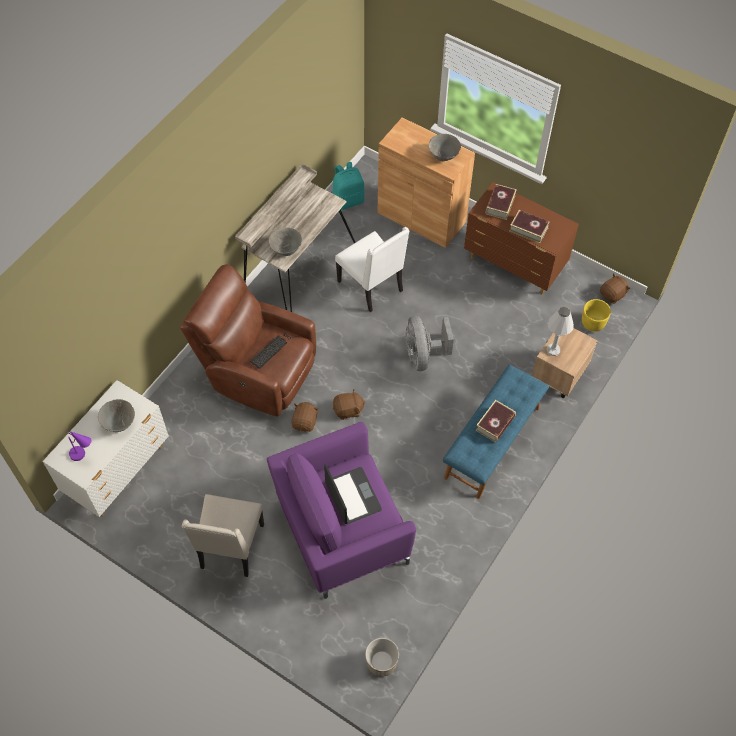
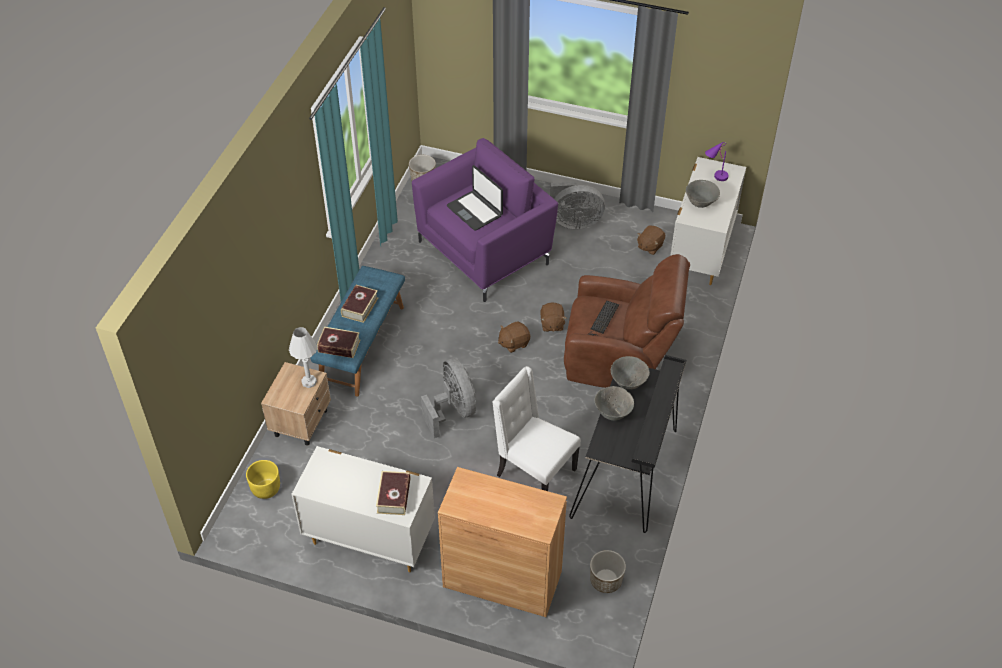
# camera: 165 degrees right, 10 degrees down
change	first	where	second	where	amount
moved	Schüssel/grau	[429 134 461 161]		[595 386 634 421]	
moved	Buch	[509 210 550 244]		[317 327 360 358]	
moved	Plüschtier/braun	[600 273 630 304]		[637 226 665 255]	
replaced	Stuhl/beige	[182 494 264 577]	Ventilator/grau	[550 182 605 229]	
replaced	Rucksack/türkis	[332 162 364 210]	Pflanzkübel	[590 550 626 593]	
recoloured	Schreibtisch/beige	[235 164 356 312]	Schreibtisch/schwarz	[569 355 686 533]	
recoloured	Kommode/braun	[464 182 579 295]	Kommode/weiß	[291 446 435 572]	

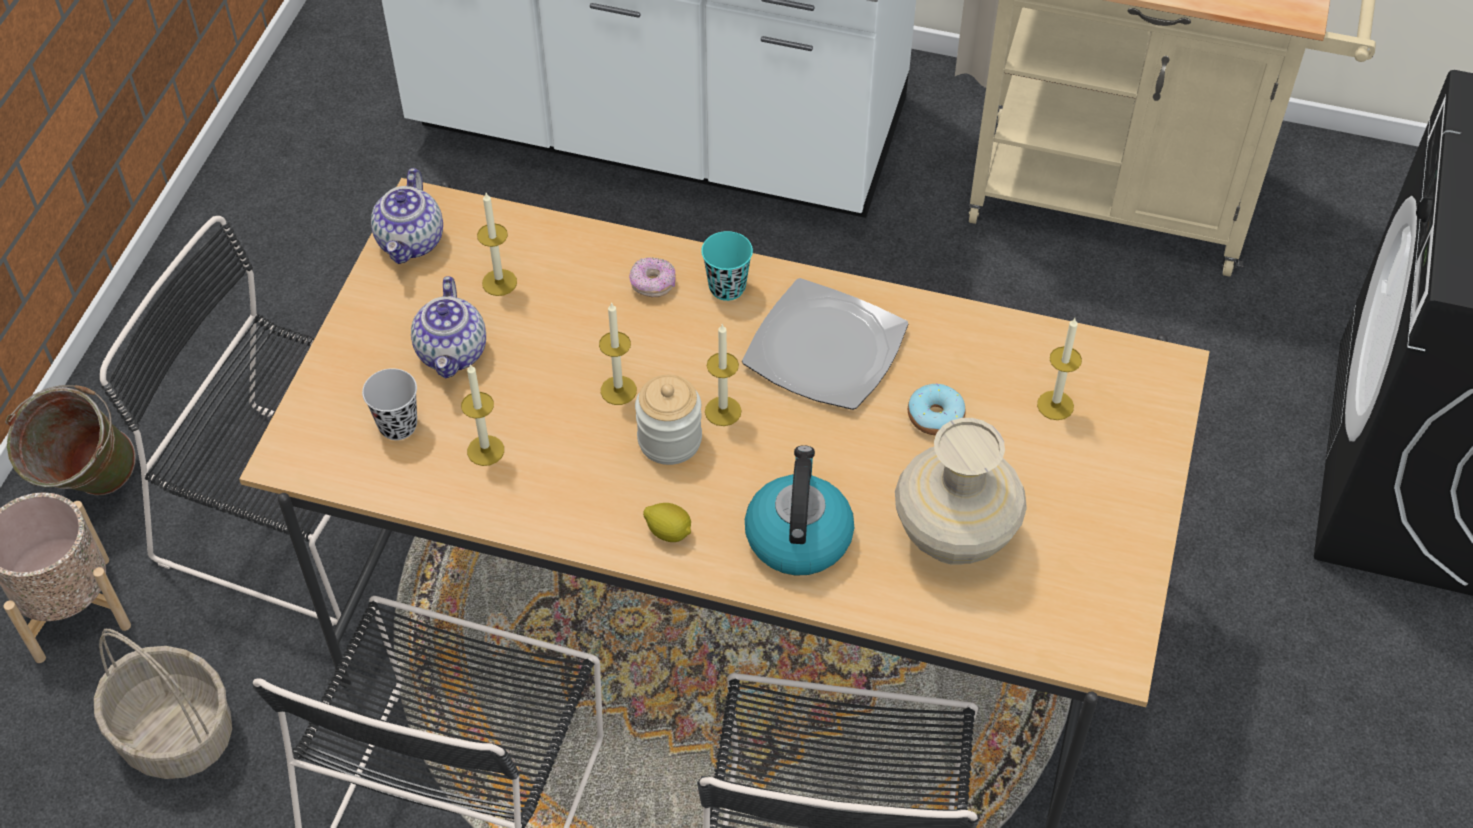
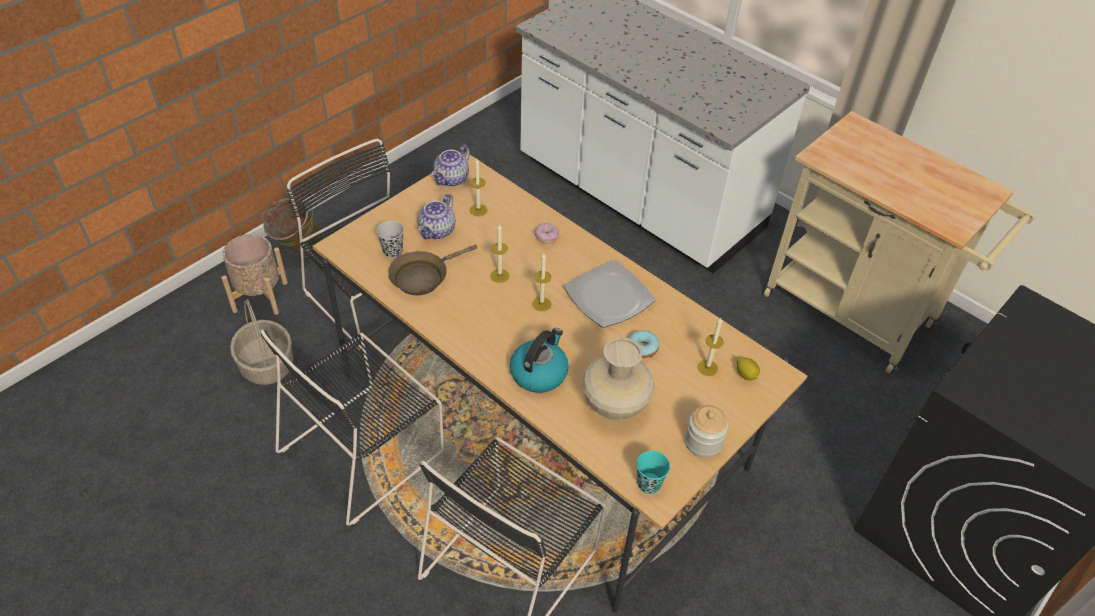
# camera: 25 degrees right, 5 degrees down
change	first	where	second	where	amount
moved	Vorratsglas	[635 375 702 465]		[685 405 728 458]	
moved	Zitrone	[643 503 691 542]		[737 357 760 380]	
moved	Tasse/türkis	[701 231 753 301]		[637 451 670 494]	
replaced	Kerze	[461 364 504 466]	Pfanne/braun	[388 244 478 295]	

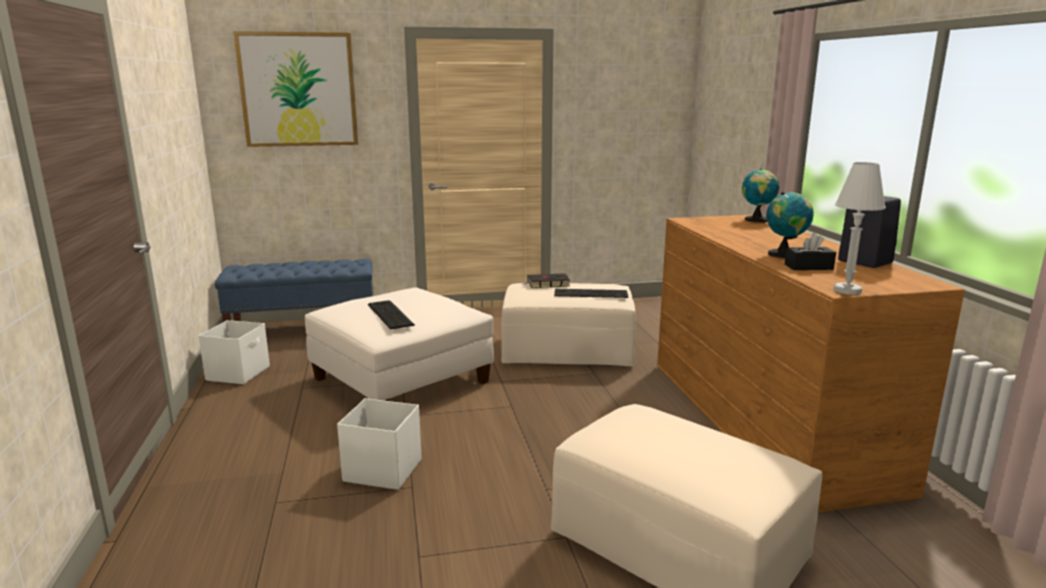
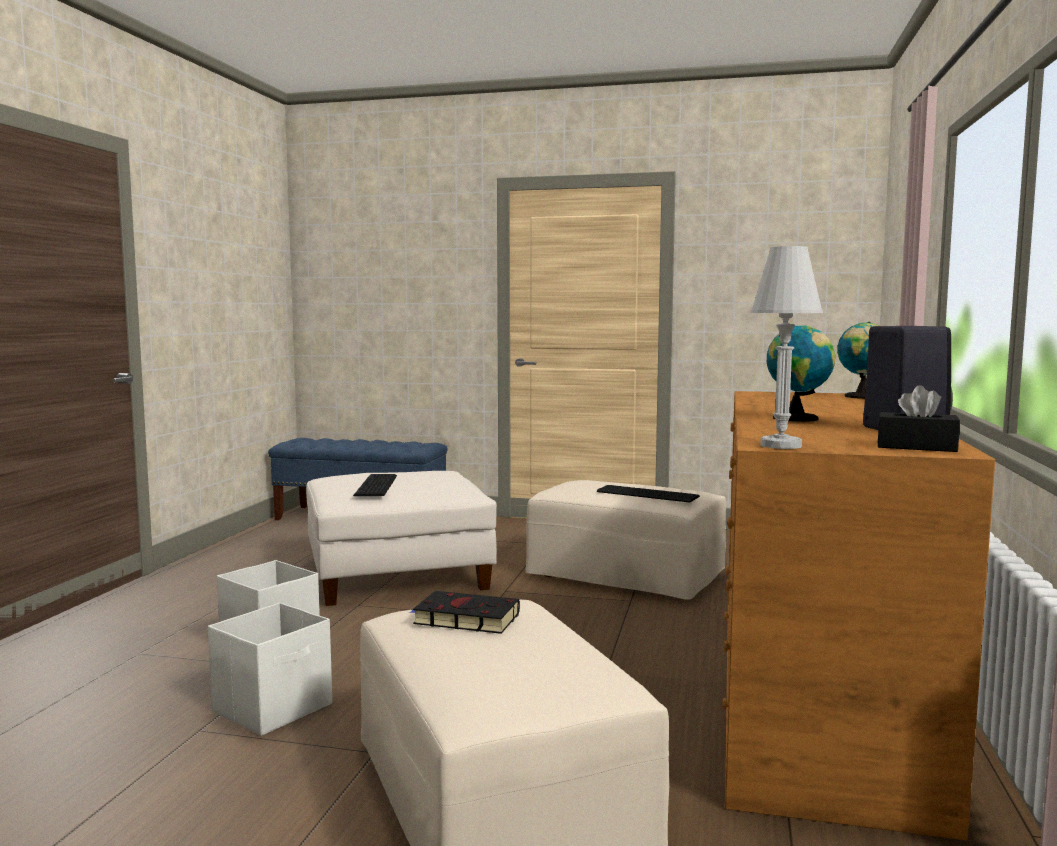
# camera: 25 degrees right, 10 degrees down
change	first	where	second	where	amount
removed	Bild	[233 31 358 147]			
moved	Aufbewahrungsbox/weiß	[199 320 270 384]		[208 603 332 736]	
moved	Buch/schwarz	[522 273 570 288]		[409 591 520 634]	
moved	Taschentuchbox/schwarz	[785 233 836 270]		[877 385 960 452]	

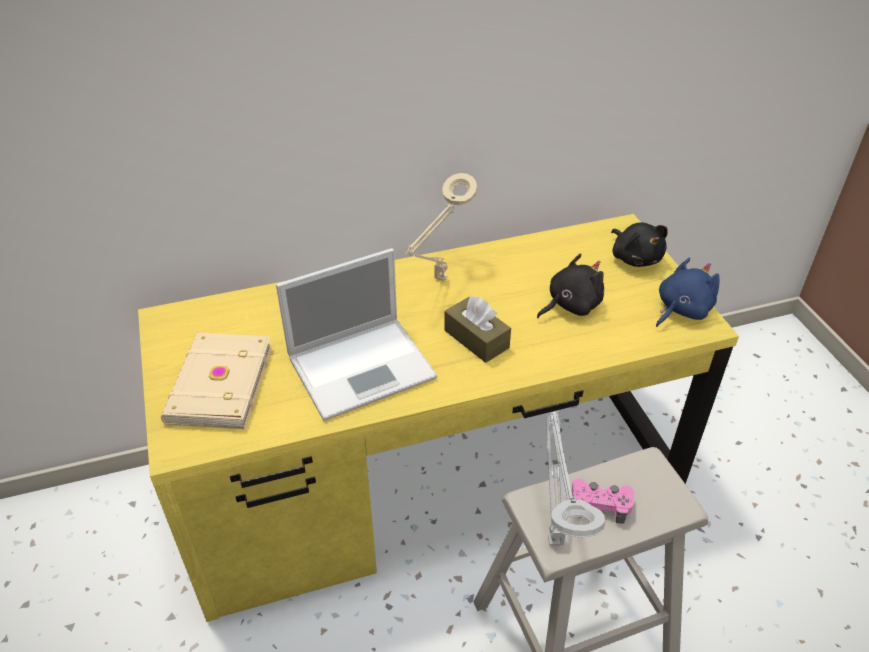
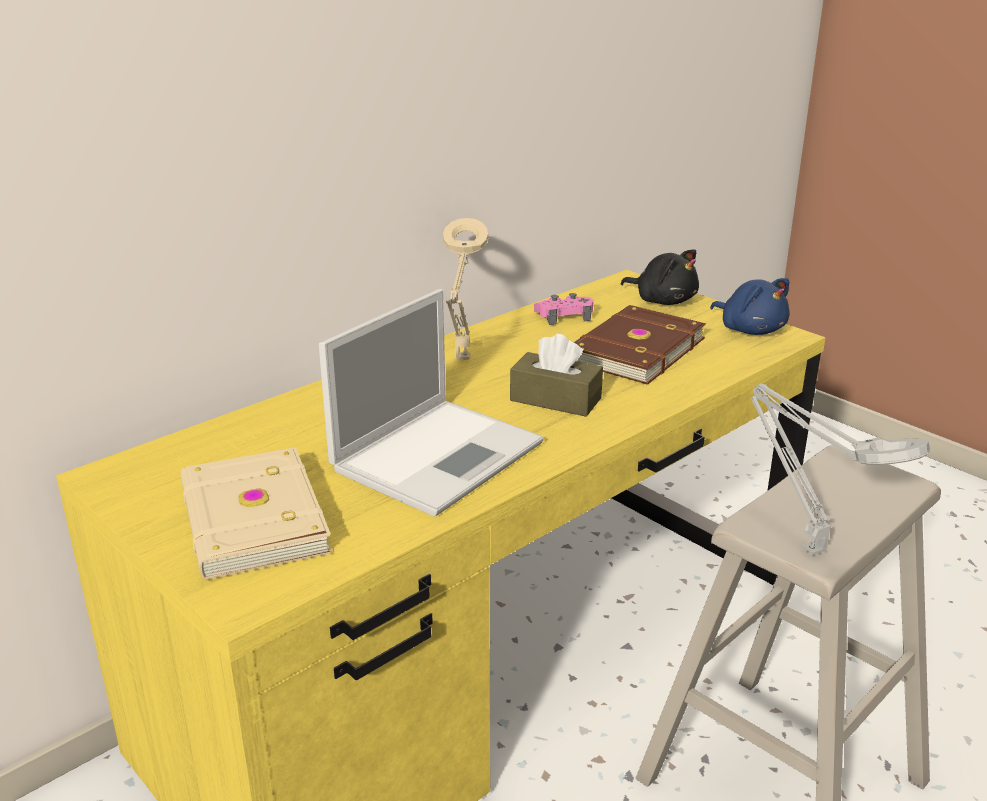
# camera: 25 degrees left, 15 degrees down
change	first	where	second	where	amount
moved	Gamepad/rosa	[572 479 634 524]		[534 293 593 325]	
replaced	Plüschtier/schwarz	[537 253 604 318]	Buch/braun	[574 305 706 385]	
turned	Plüschtier/blau	[656 257 720 327]		[710 278 790 335]	120 degrees clockwise

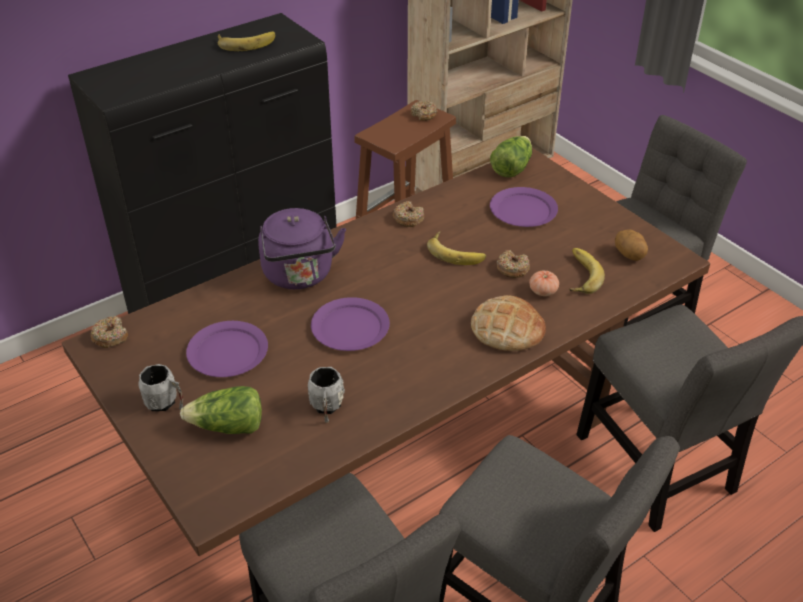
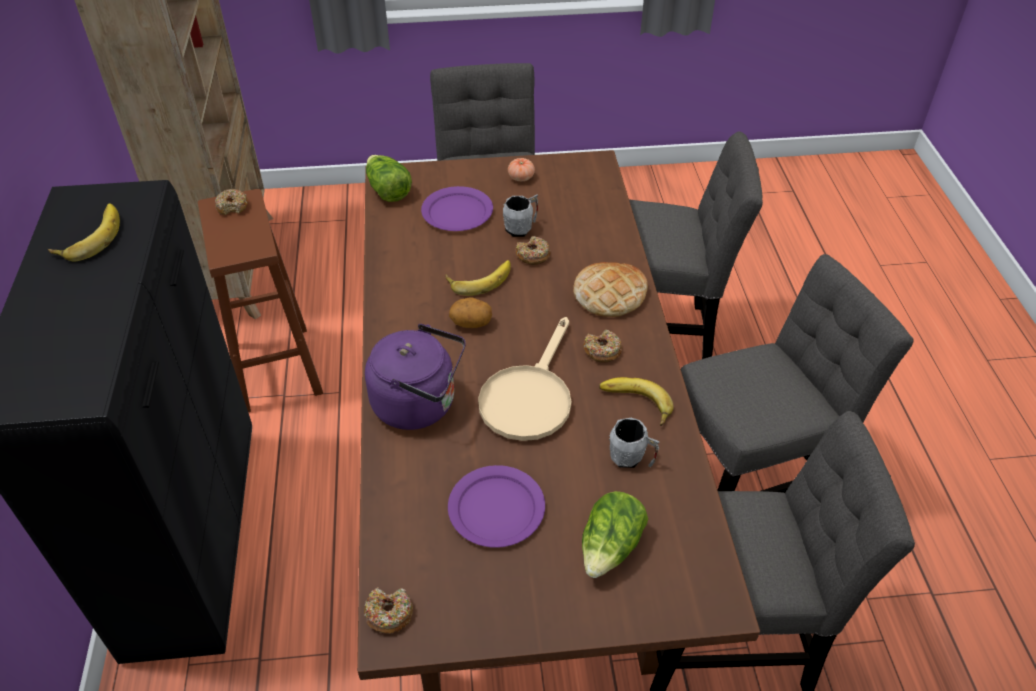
# camera: 60 degrees left, 5 degrees up
change	first	where	second	where	amount
moved	Henkelbecher/grau	[138 364 183 411]		[503 194 538 237]	
moved	Donut	[393 201 424 227]		[583 330 622 363]	
moved	Tomate	[529 270 559 296]		[508 158 535 181]	
moved	Banane	[569 248 605 294]		[599 377 674 426]	
moved	Kartoffel	[615 230 648 261]		[449 298 492 328]	
replaced	Teller/lila	[311 297 390 351]	Pfanne/beige	[478 317 571 441]	

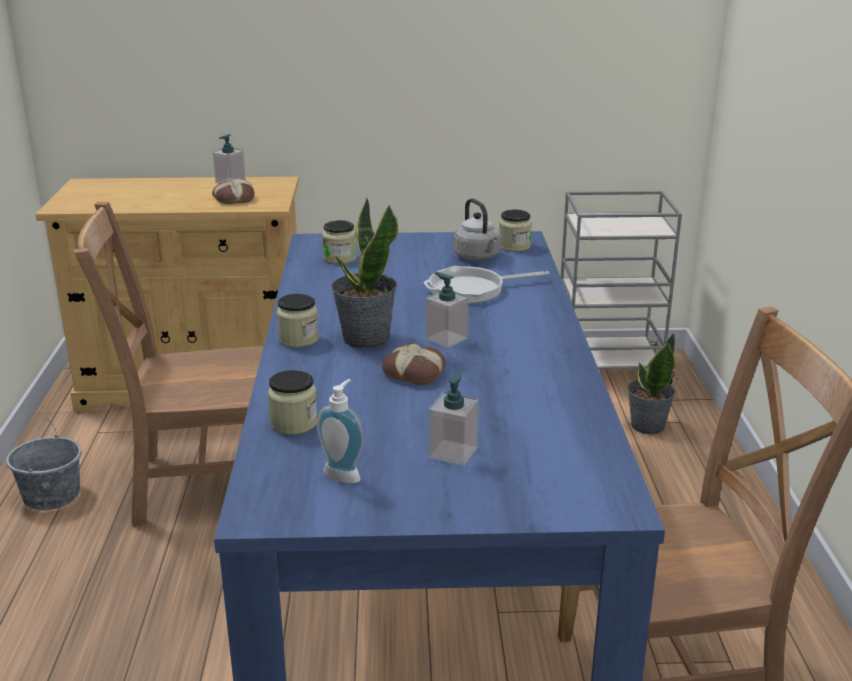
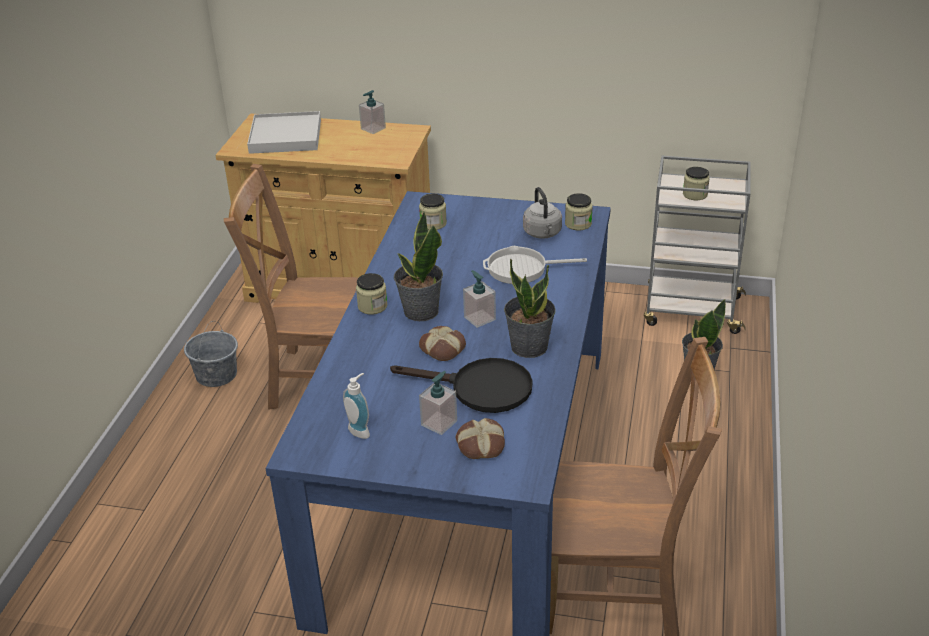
# camera: 15 degrees right, 10 degrees up
change	first	where	second	where	amount
added			Tablett/weiß	[247 111 321 154]	
added			Pfanne/schwarz	[390 358 532 413]	
added			Topfpflanze	[504 259 556 358]	
moved	Brot	[212 179 255 204]		[456 418 505 459]	
moved	Vorratsglas	[268 370 317 435]		[683 167 710 200]	

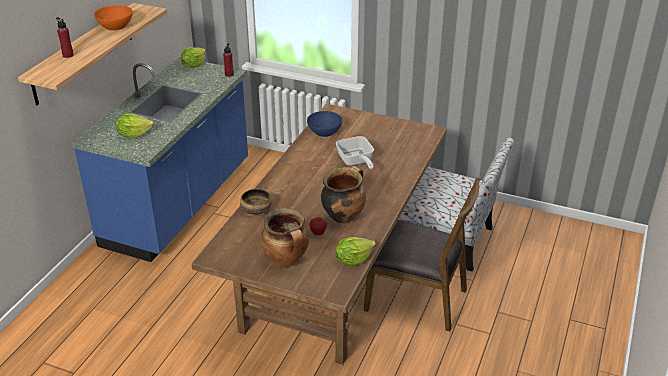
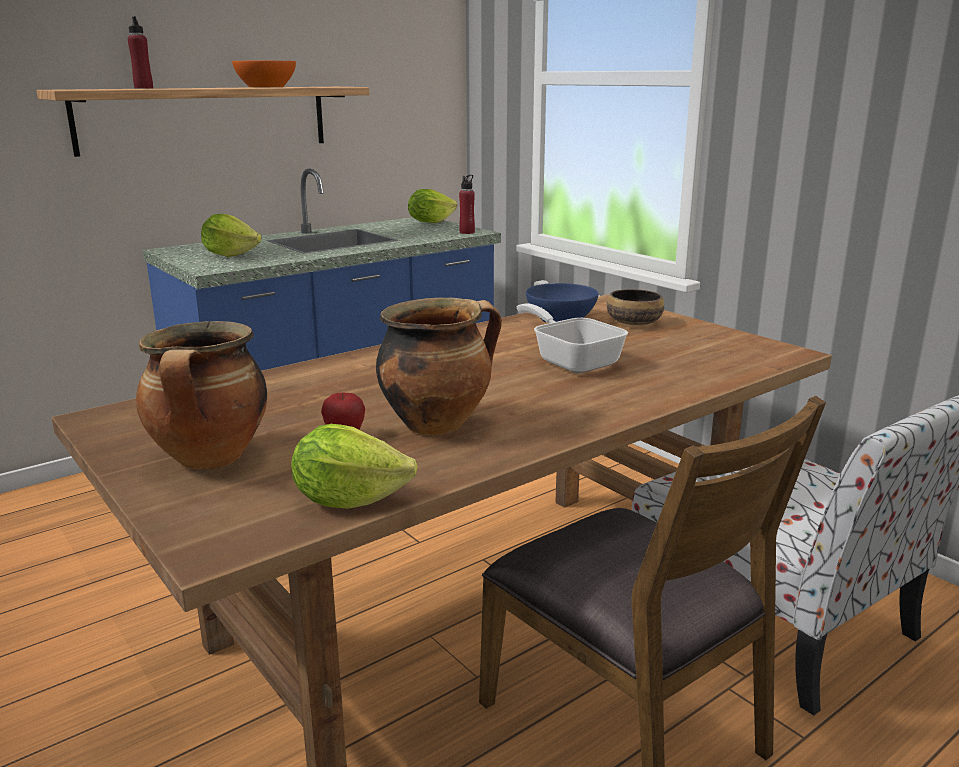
# camera: 30 degrees right, 15 degrees down
change	first	where	second	where	amount
moved	Schüssel	[240 189 272 215]		[607 289 664 325]	
turned	Pfanne	[336 136 374 169]		[517 303 628 373]	135 degrees clockwise

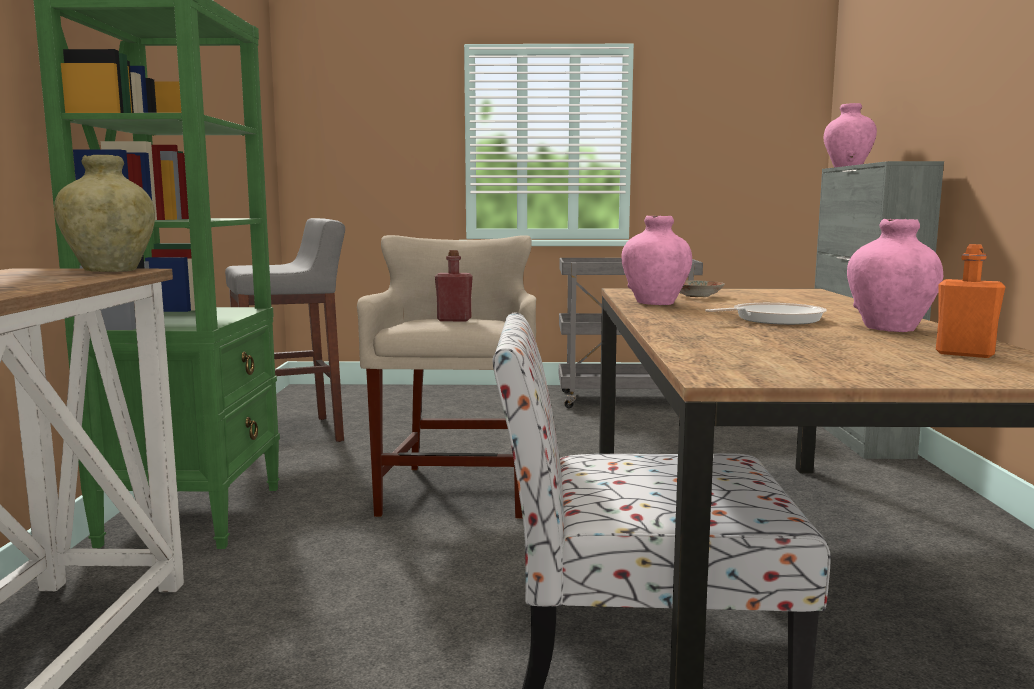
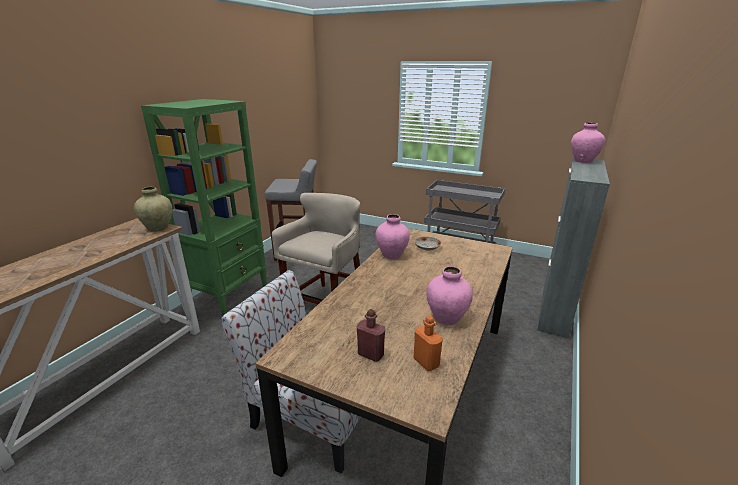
# camera: 25 degrees right, 15 degrees up
change	first	where	second	where	amount
removed	Pfanne	[706 303 827 325]			
moved	Flasche/rot	[435 250 473 322]		[357 309 385 362]	

